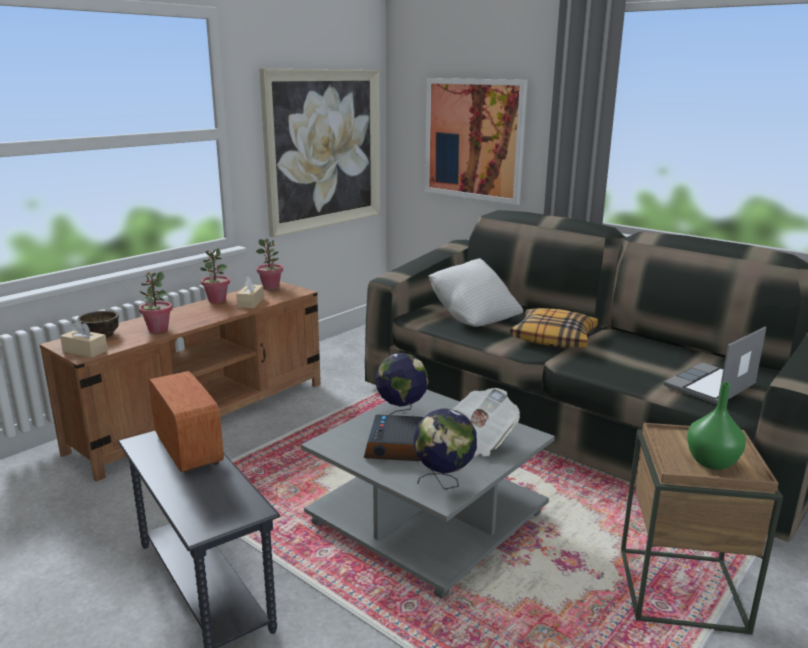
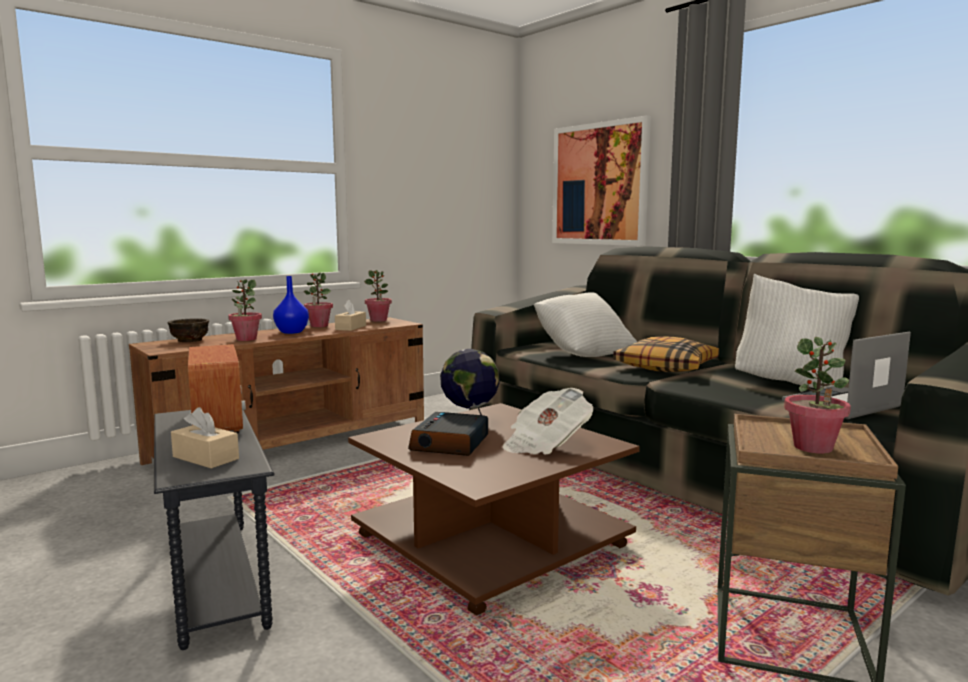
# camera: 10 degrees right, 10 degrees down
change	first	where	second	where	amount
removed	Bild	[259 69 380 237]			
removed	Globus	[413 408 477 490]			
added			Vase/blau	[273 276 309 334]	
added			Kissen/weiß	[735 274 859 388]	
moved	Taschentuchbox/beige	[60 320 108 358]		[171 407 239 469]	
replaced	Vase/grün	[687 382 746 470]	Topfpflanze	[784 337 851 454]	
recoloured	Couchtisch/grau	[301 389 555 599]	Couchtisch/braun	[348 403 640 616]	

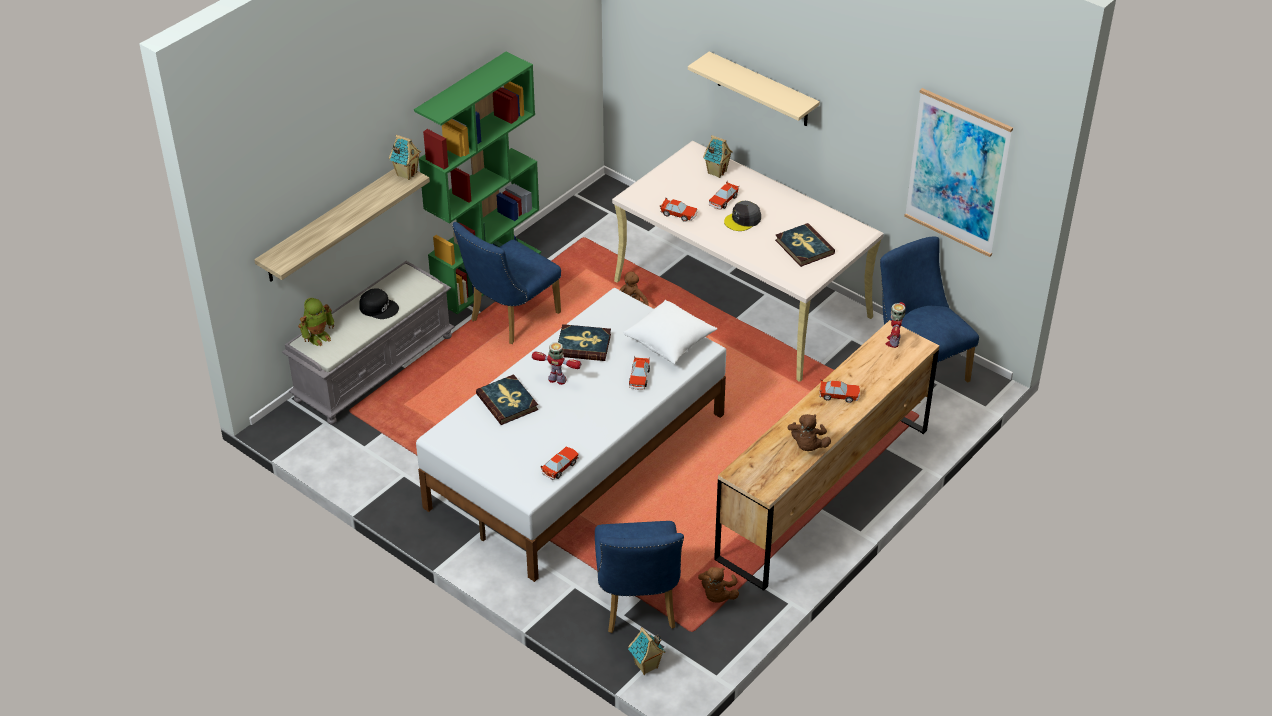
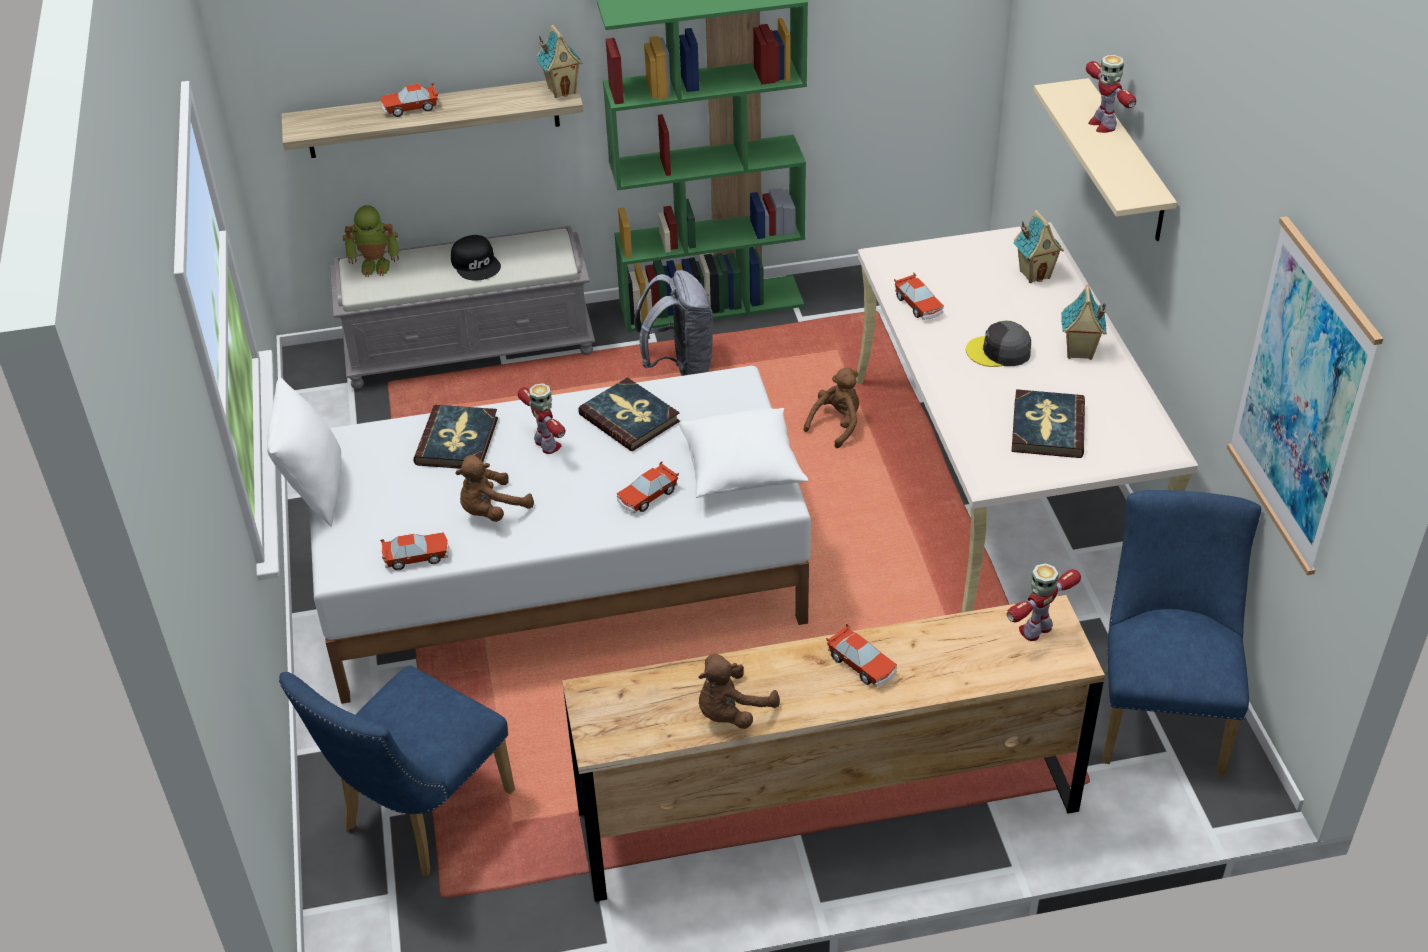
# camera: 40 degrees right, 0 degrees up
change	first	where	second	where	amount
added			Kissen/weiß	[267 378 342 526]	
added			Spielzeugroboter	[1086 55 1136 133]	
moved	Spielzeughaus	[628 627 665 675]		[1061 284 1107 360]	
moved	Plüschtier/braun	[698 567 739 602]		[456 455 534 522]	
moved	Spielzeugauto	[709 181 739 210]		[381 83 439 117]	
replaced	Stuhl/blau	[452 222 561 344]	Rucksack/grau	[634 270 713 376]	

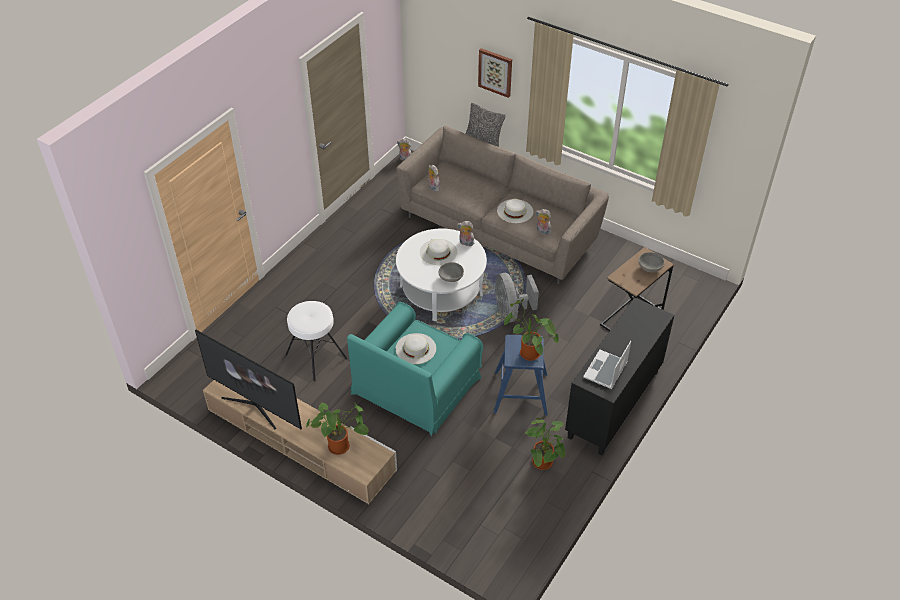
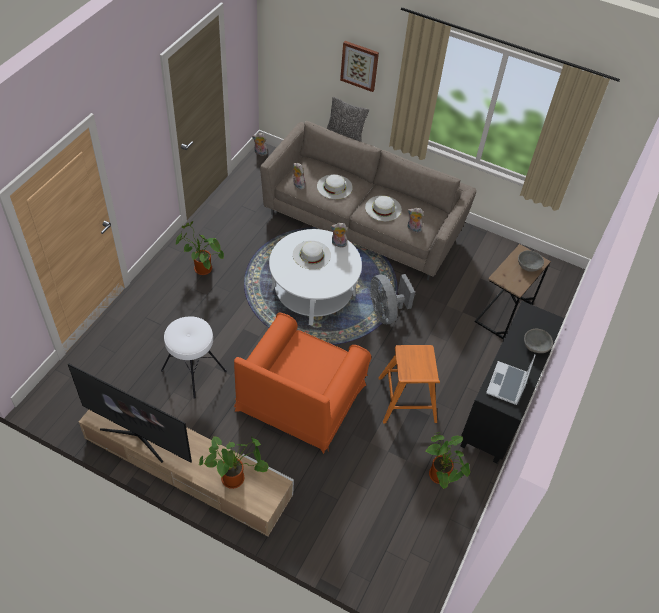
# camera: 10 degrees left, 5 degrees up
change	first	where	second	where	amount
moved	Hut/weiß	[395 333 436 364]		[317 174 353 199]	
moved	Schüssel/grau	[439 262 464 282]		[524 329 553 353]	
moved	Topfpflanze	[504 298 559 361]		[176 221 224 275]	
recoloured	Sessel/türkis	[347 302 483 437]	Sessel/orange	[234 313 371 454]	
recoloured	Hocker/blau	[494 335 548 416]	Hocker/orange	[379 345 440 424]	

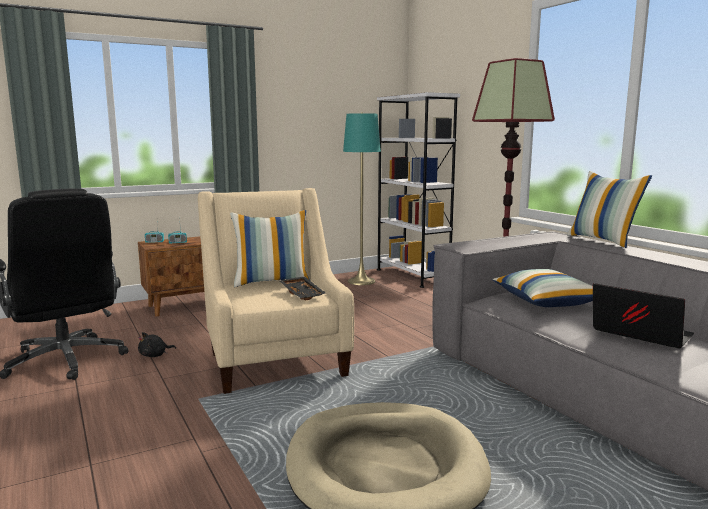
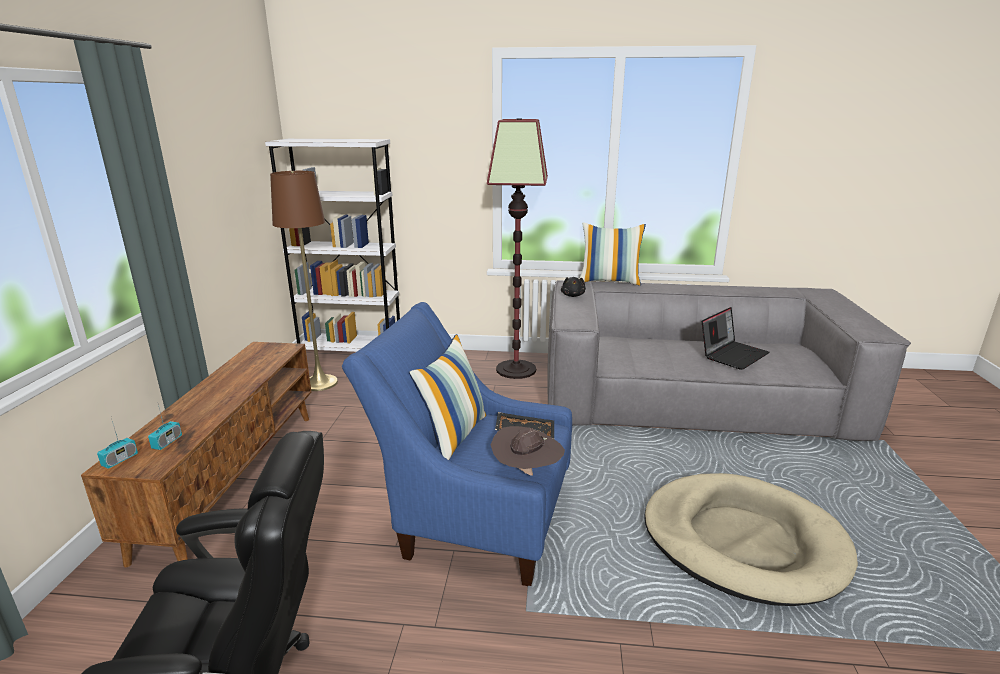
# camera: 55 degrees left, 10 degrees up
change	first	where	second	where	amount
removed	Kissen	[493 269 593 307]			
added			Hut/braun	[491 426 565 476]	
moved	Plüschtier/schwarz	[138 332 176 357]		[561 277 586 297]	
recoloured	Sessel/beige	[198 188 354 394]	Sessel/blau	[342 302 572 586]	
recoloured	Stehlampe/türkis	[343 112 381 285]	Stehlampe/braun	[270 171 338 391]	
turned	Laptop	[593 283 694 348]		[702 307 769 370]	150 degrees clockwise

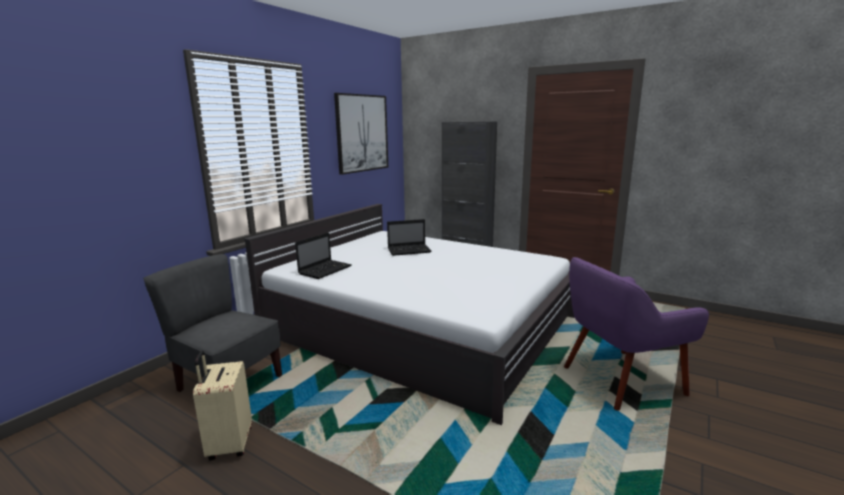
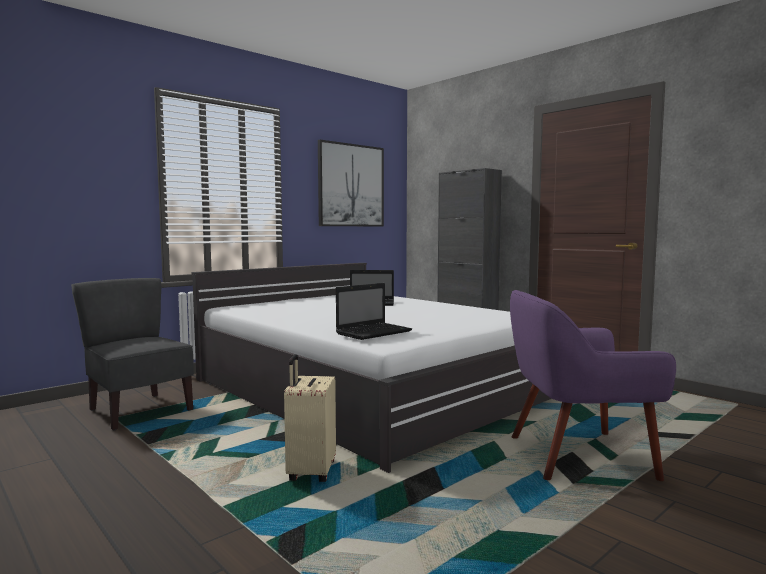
# camera: 15 degrees right, 10 degrees down
change	first	where	second	where	amount
moved	Koffer/beige	[193 351 252 460]		[284 354 336 482]	
moved	Laptop	[295 232 352 279]		[336 283 412 340]	

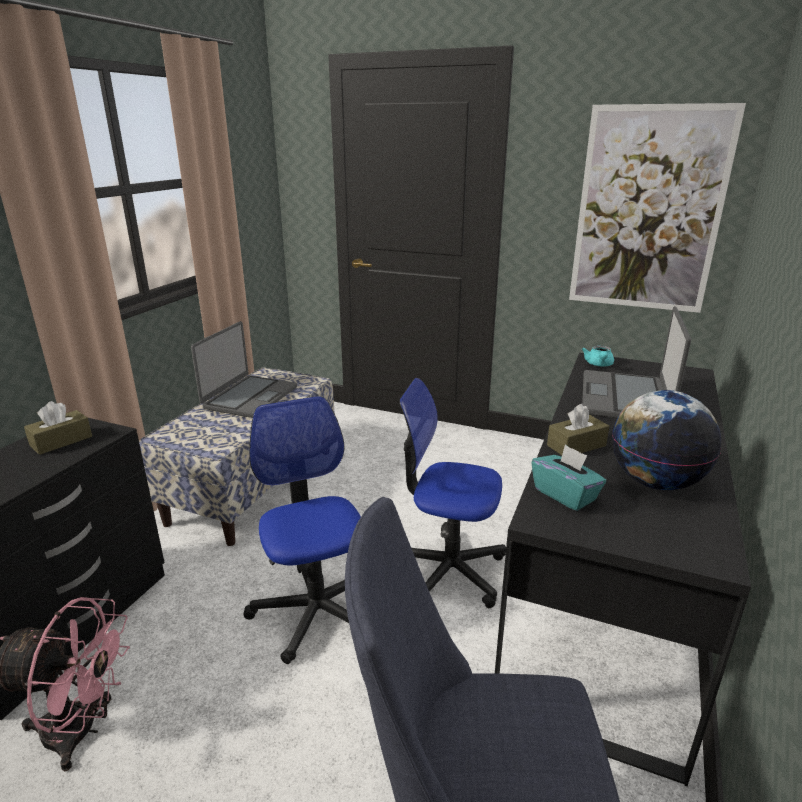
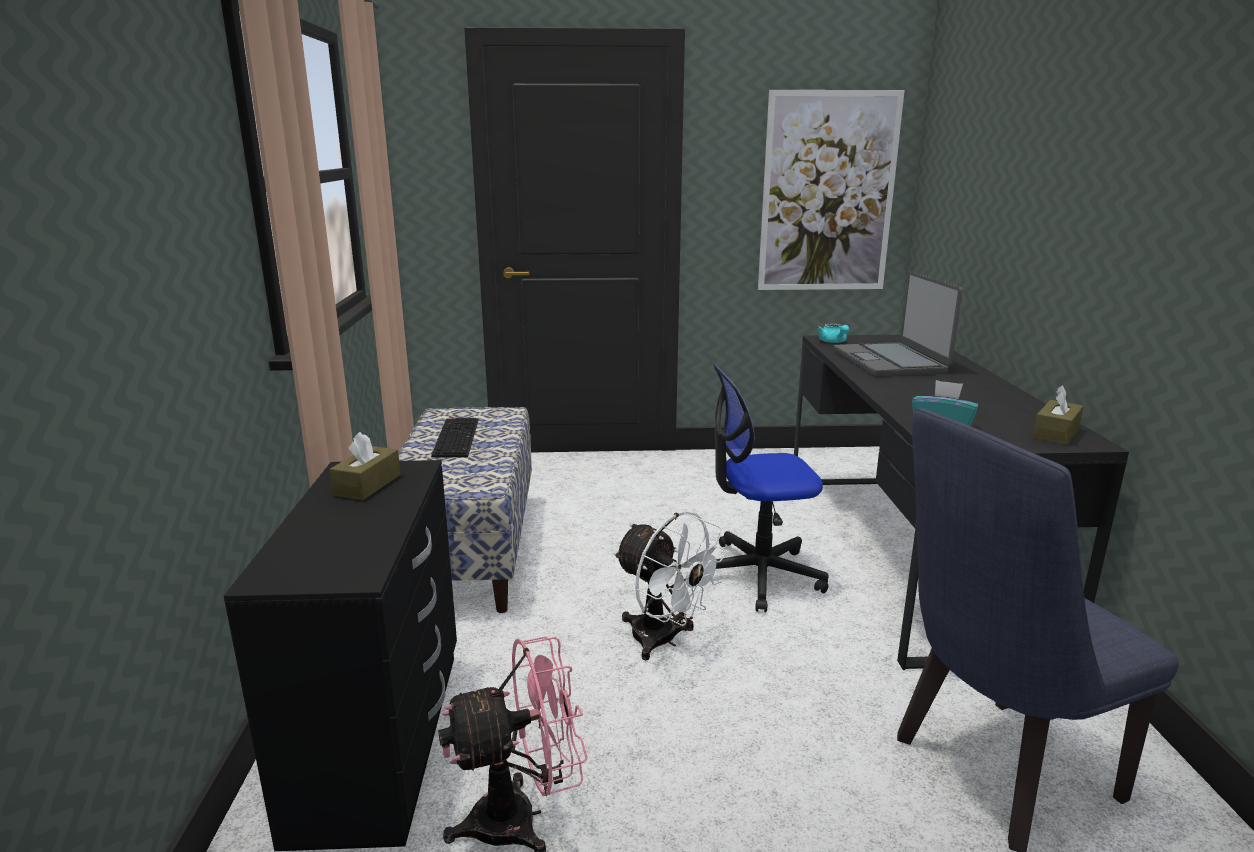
# camera: 25 degrees left, 5 degrees down
change	first	where	second	where	amount
removed	Globus	[612 390 721 490]			
moved	Taschentuchbox/braun	[547 404 609 455]		[1032 385 1084 445]	
replaced	Laptop	[191 321 297 418]	Tastatur	[431 418 479 458]	
replaced	Bürostuhl	[243 396 361 664]	Ventilator/weiß	[614 511 728 661]	

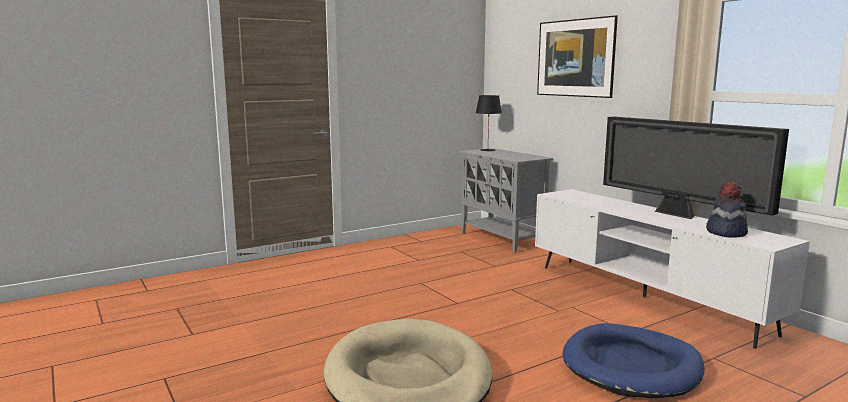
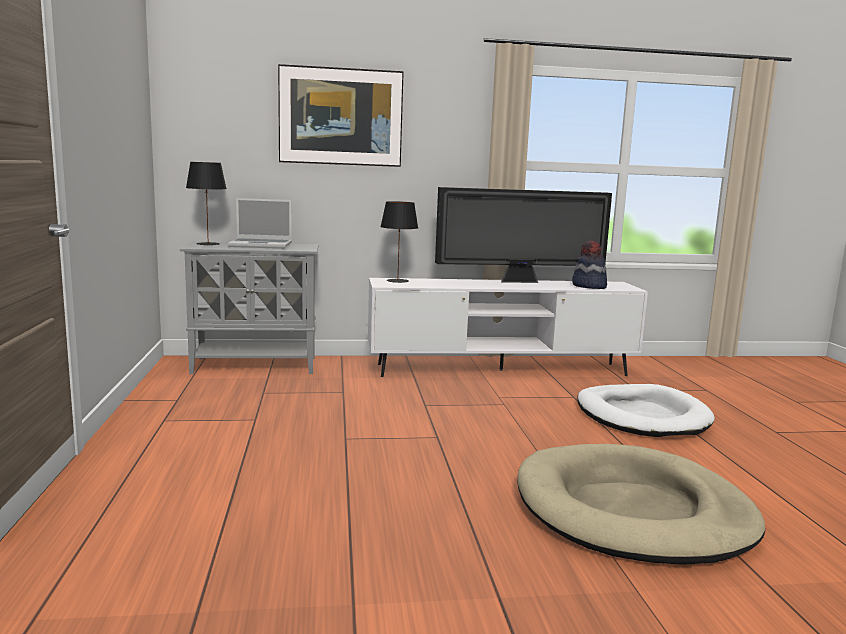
# camera: 65 degrees left, 0 degrees up
change	first	where	second	where	amount
added			Laptop	[228 198 292 249]	
added			Tischlampe/schwarz	[380 201 418 283]	
recoloured	Hundebett/blau	[563 323 705 398]	Hundebett/weiß	[577 384 715 437]	

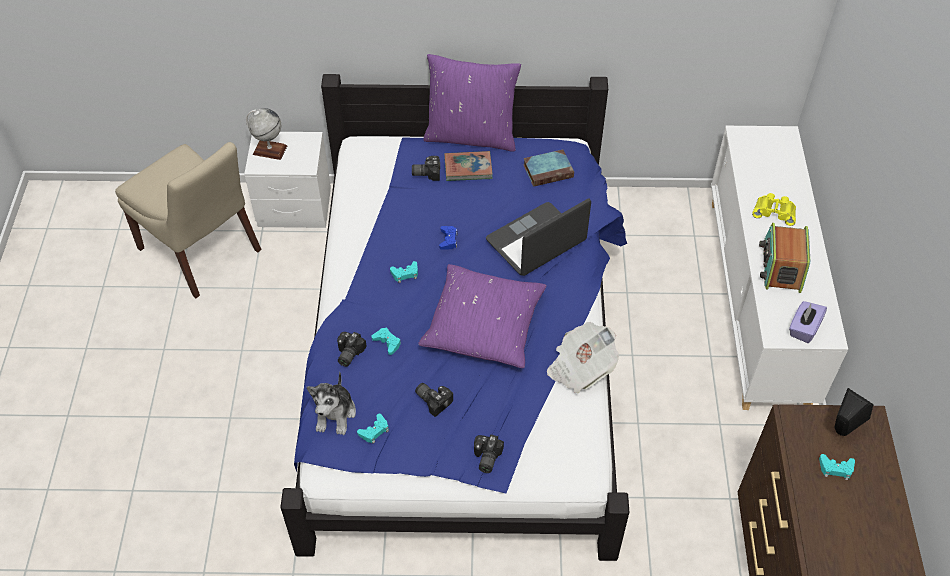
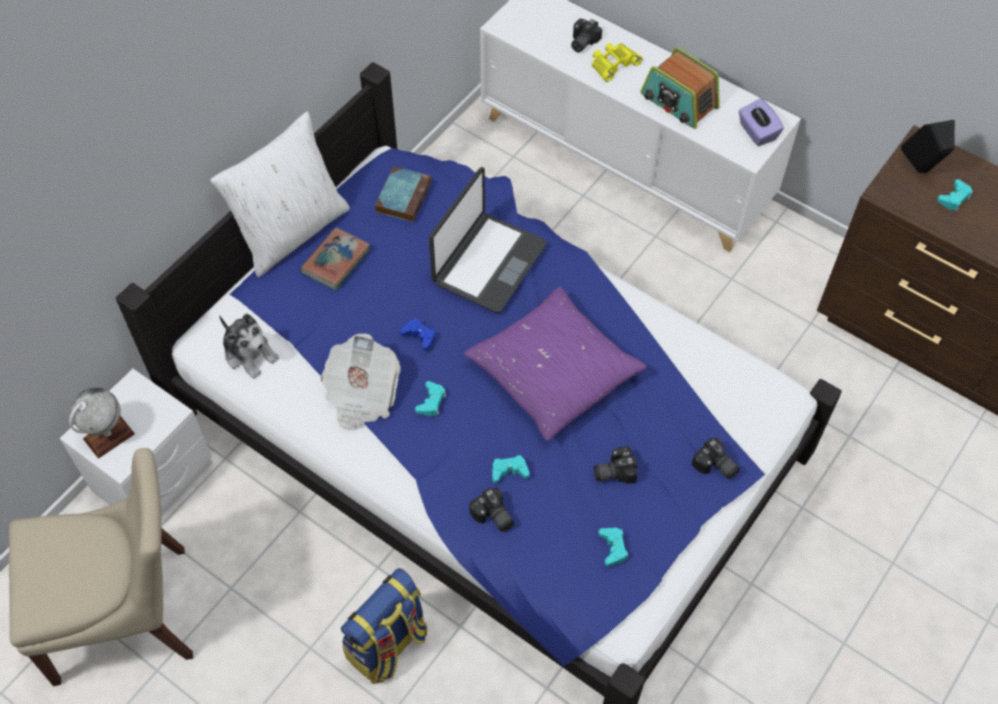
# camera: 55 degrees left, 5 degrees up
change	first	where	second	where	amount
added			Rucksack	[341 568 427 684]	
moved	Plüschtier	[307 372 356 435]		[219 314 279 379]	
moved	Kamera	[412 156 440 181]		[571 19 602 52]	
moved	Zeitung	[547 322 619 393]		[321 333 401 429]	
recoloured	Kissen/lila	[424 54 521 152]	Kissen/weiß	[210 111 350 277]	
turned	Laptop	[486 198 591 276]		[429 167 547 313]	150 degrees counterclockwise

